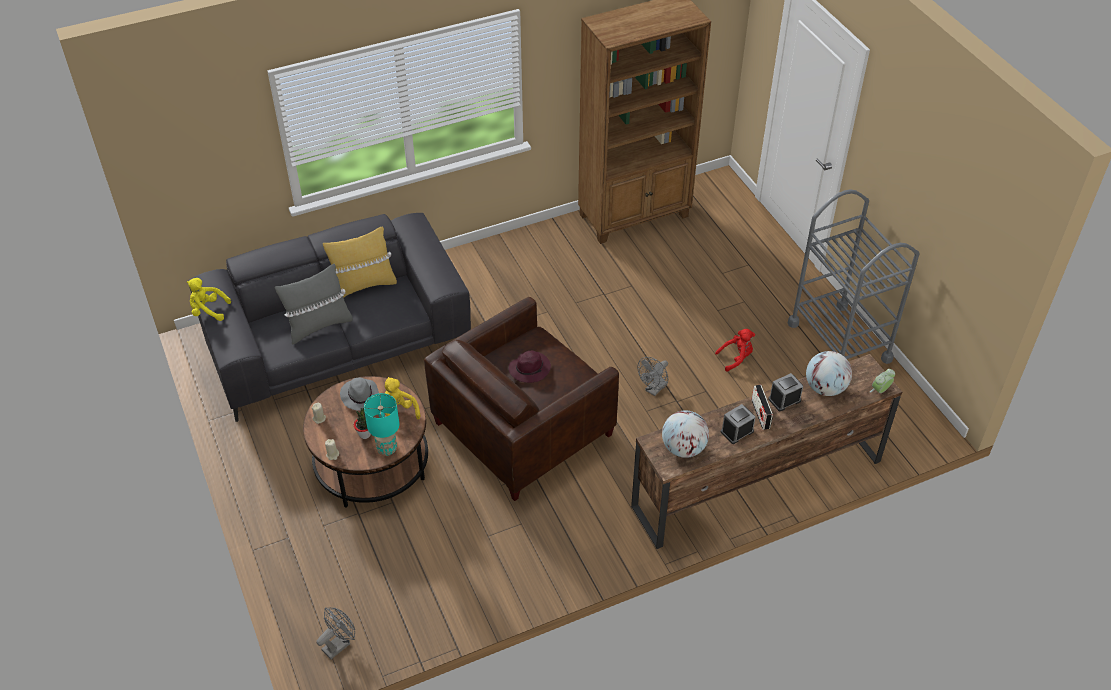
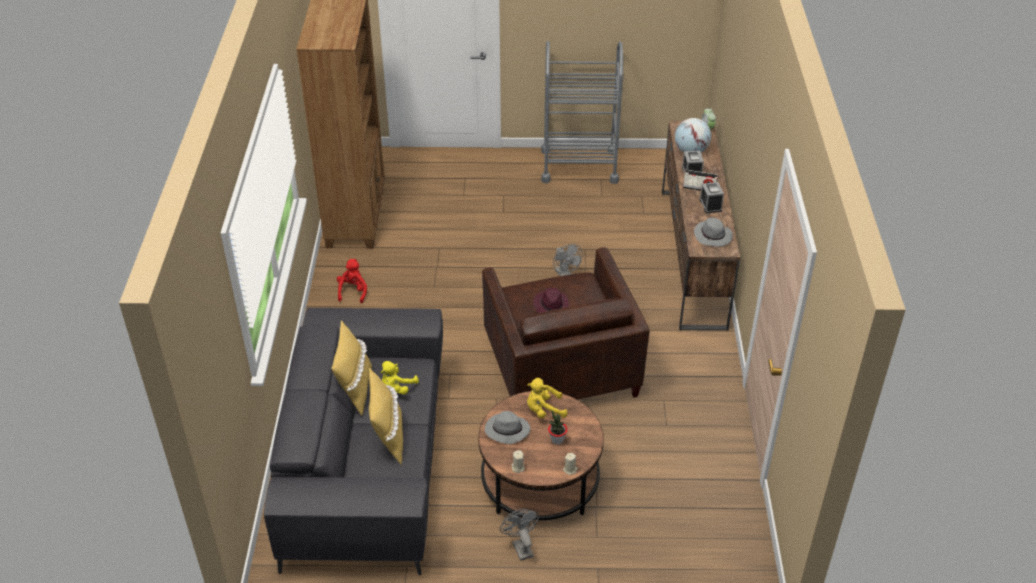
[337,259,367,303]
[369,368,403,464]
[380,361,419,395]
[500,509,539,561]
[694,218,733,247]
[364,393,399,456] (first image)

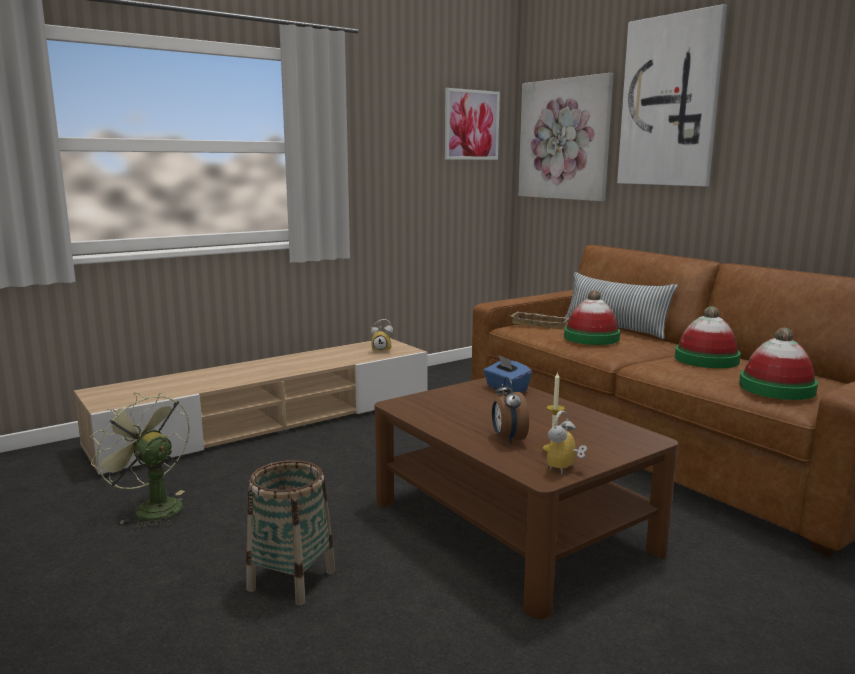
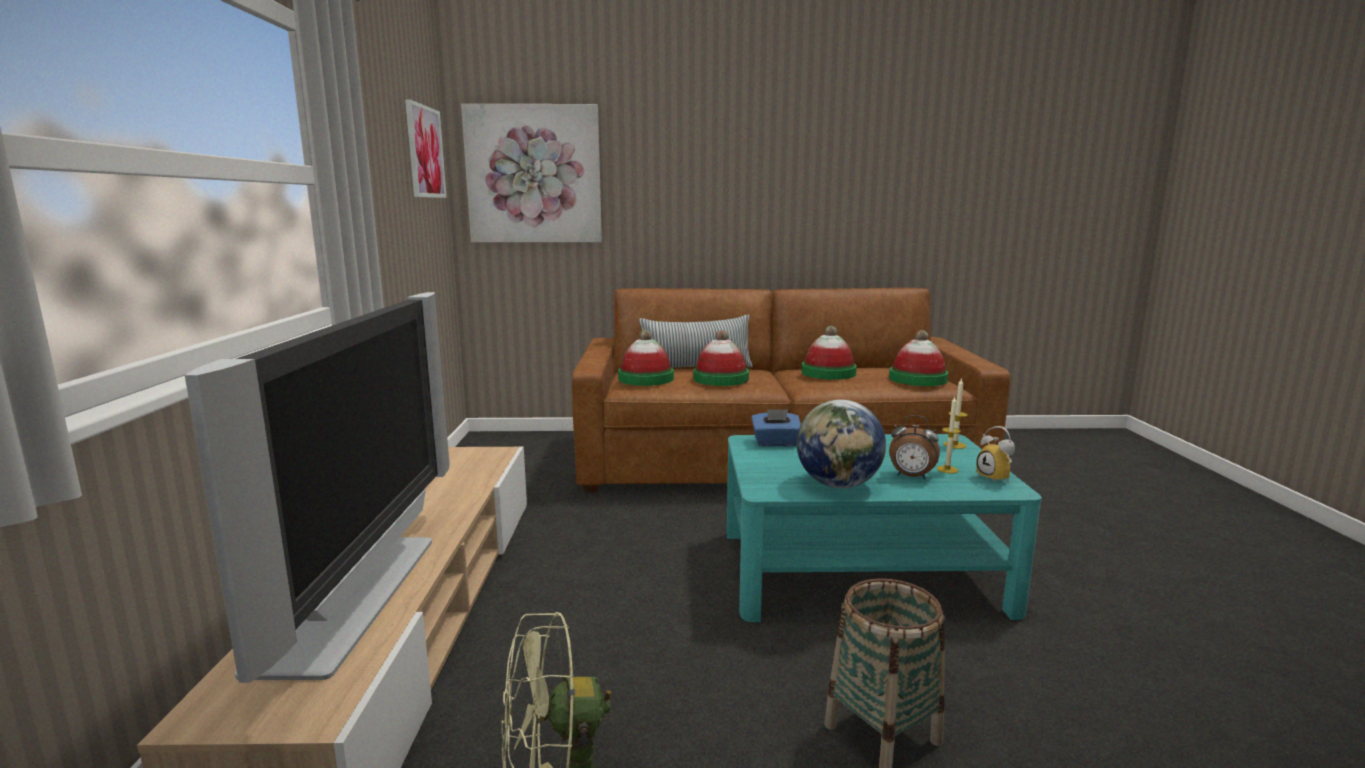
[185,292,450,683]
[618,330,674,386]
[727,434,1042,622]
[797,400,886,488]
[944,378,968,449]
[371,319,393,352] (first image)
[617,4,727,187] (first image)

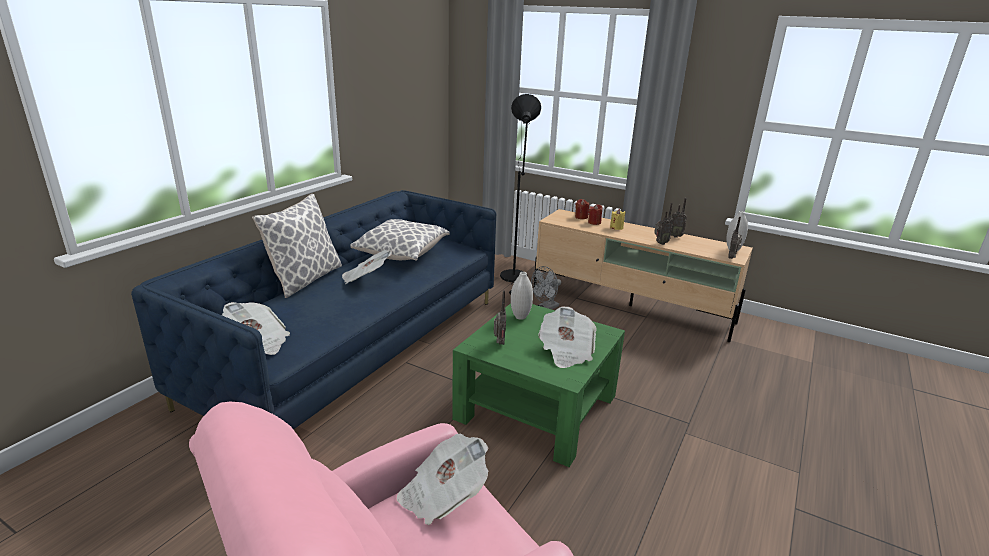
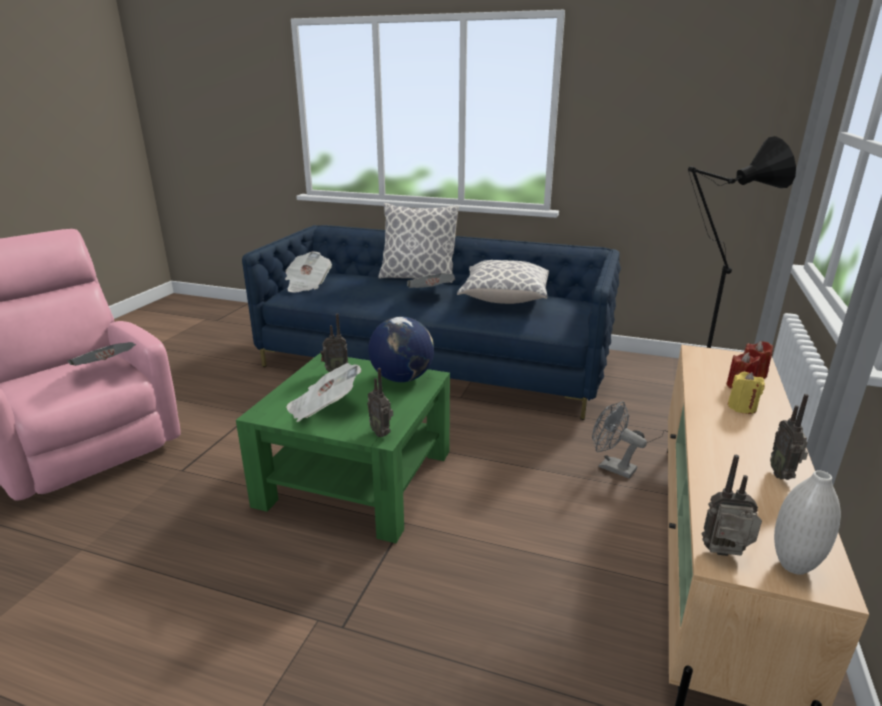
[367,368,393,437]
[368,317,434,382]

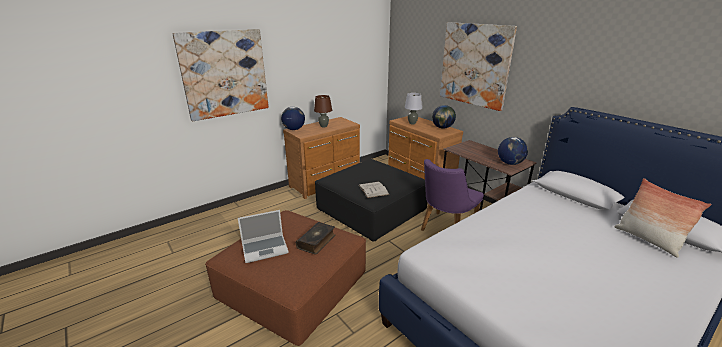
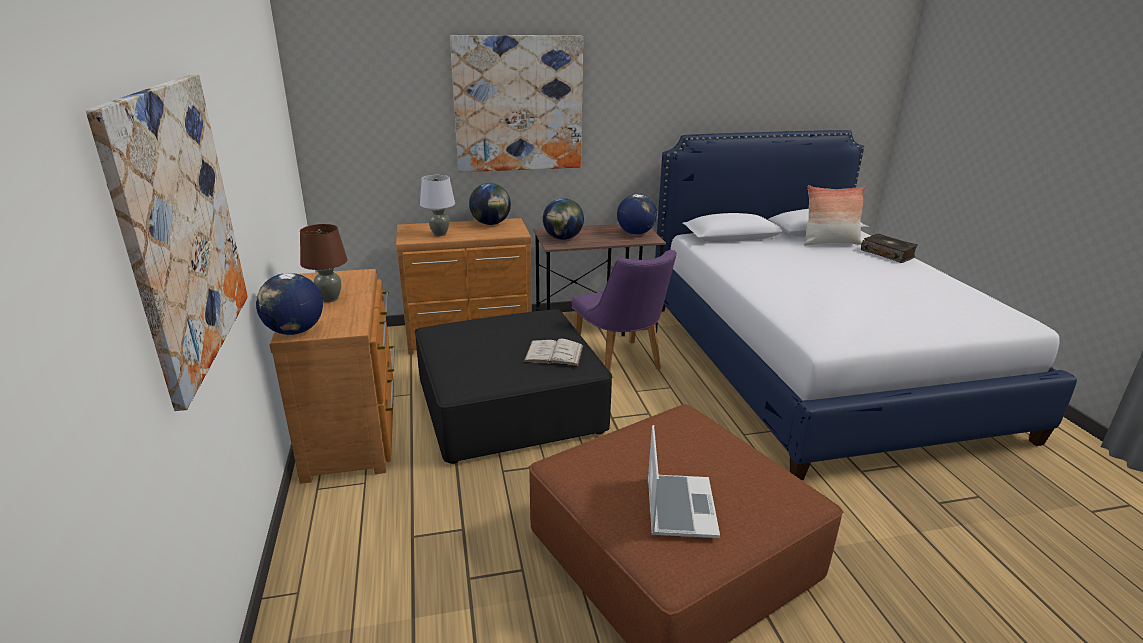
[543,198,584,240]
[861,234,918,263]

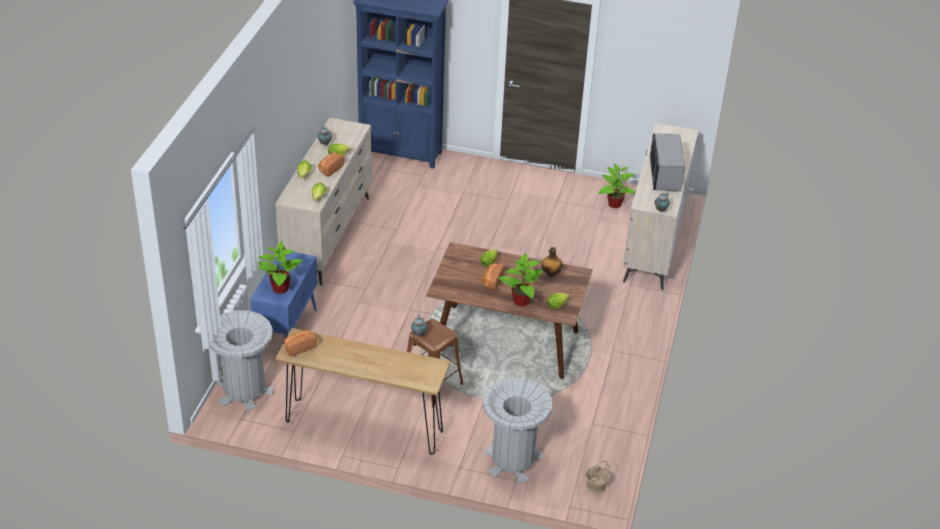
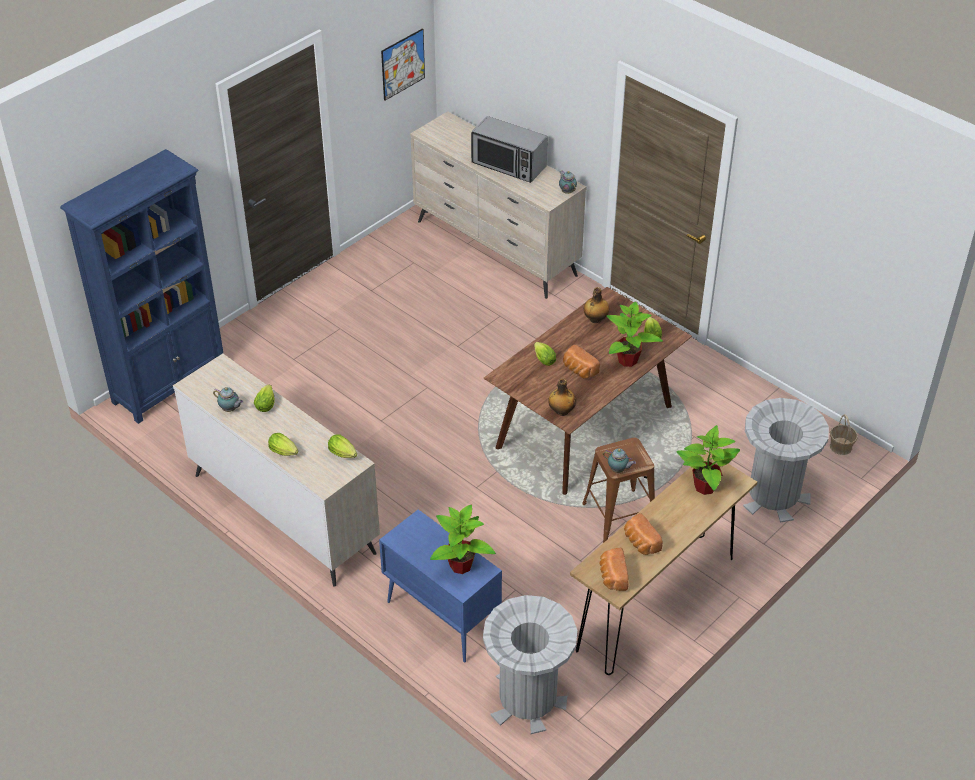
[381,28,425,101]
[548,378,576,416]
[624,513,663,555]
[676,425,740,495]

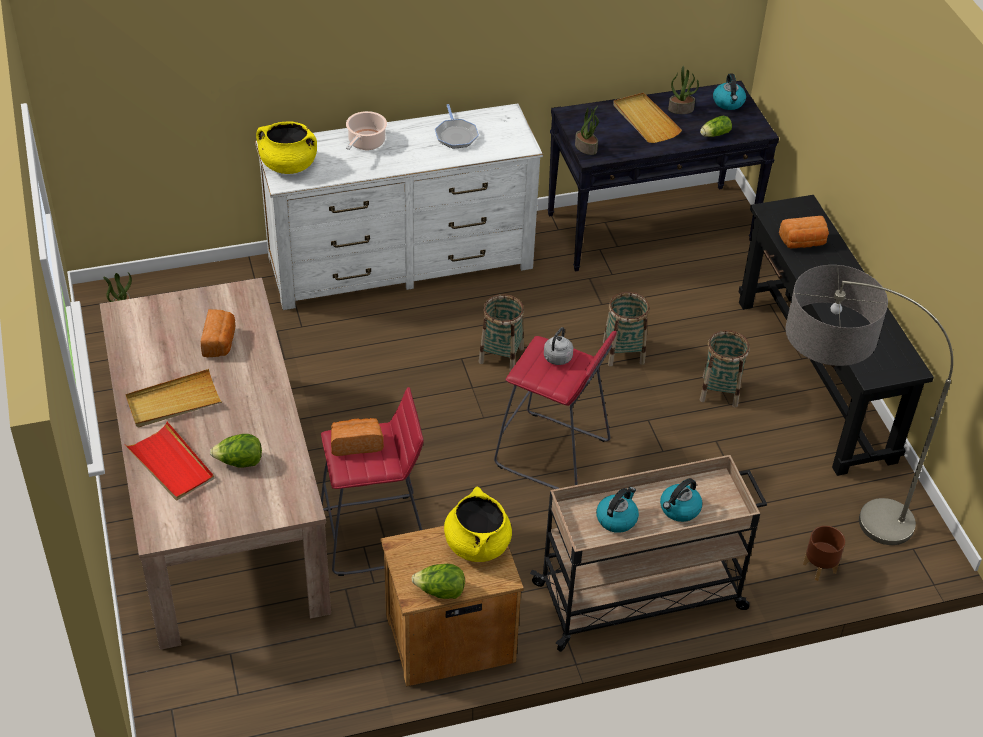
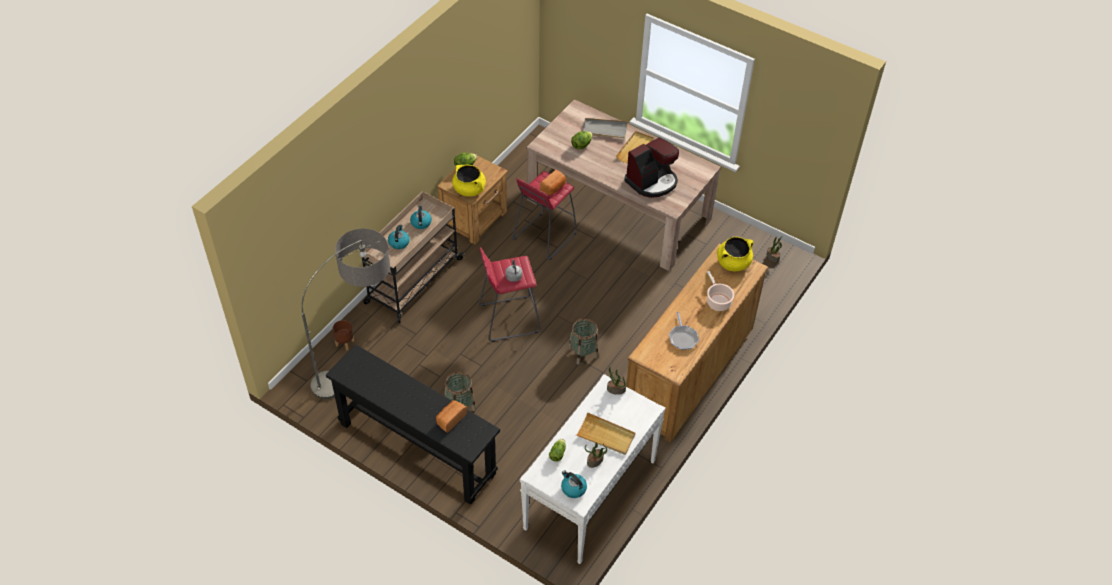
[520,374,666,564]
[583,118,628,138]
[624,137,679,198]
[626,243,768,443]
[669,312,699,350]
[603,292,650,367] (first image)

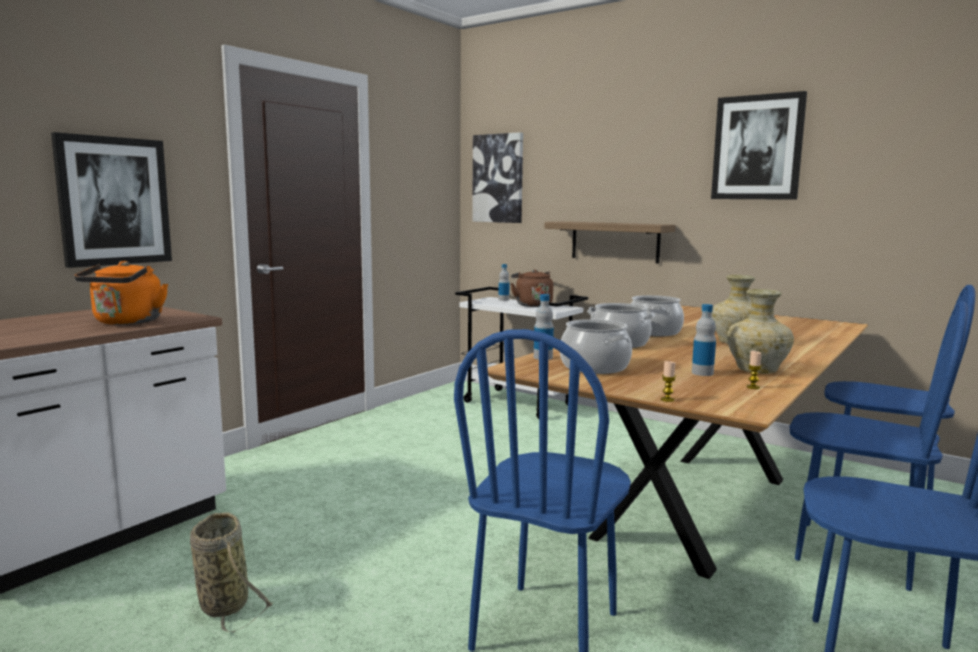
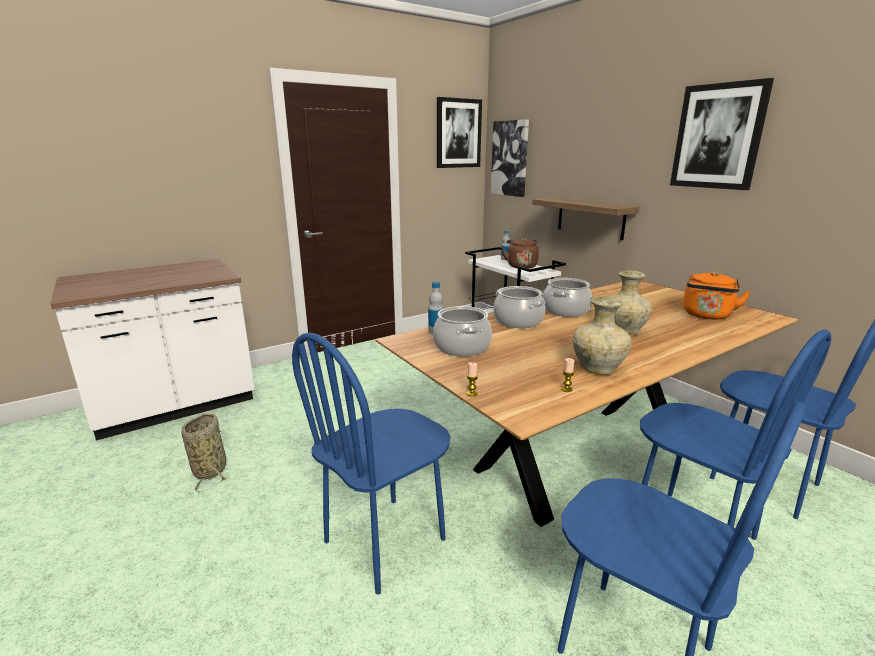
[437,97,482,168]
[683,271,751,319]
[692,304,716,376] (first image)

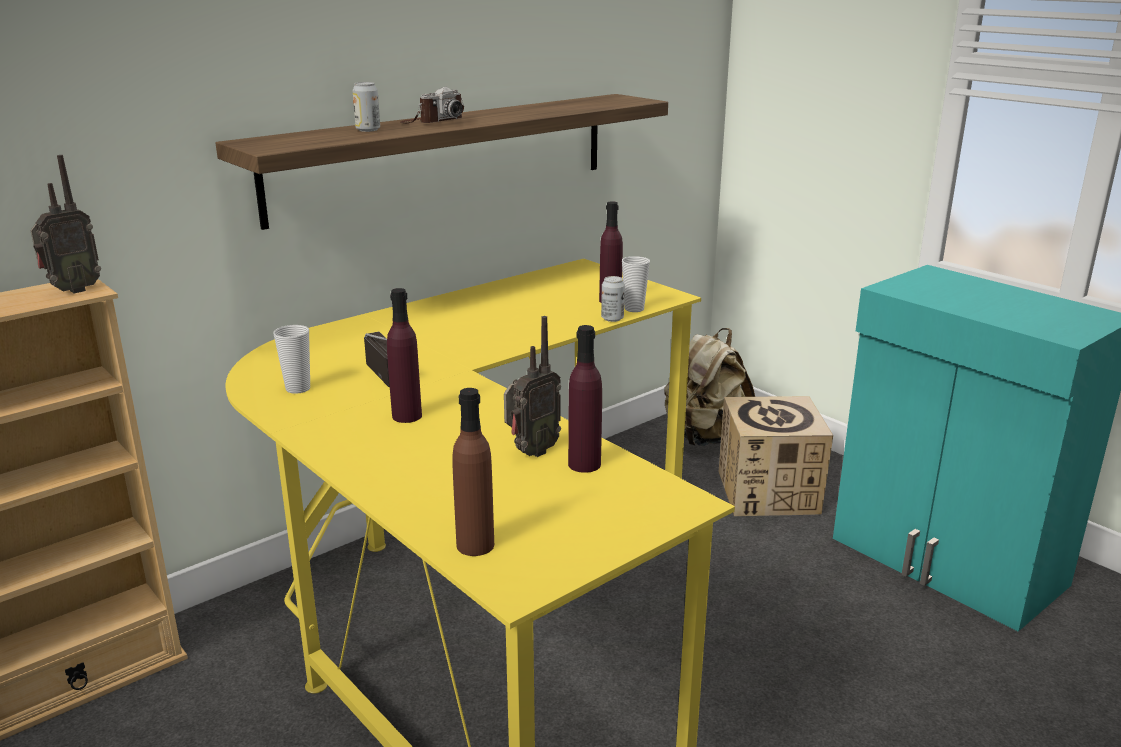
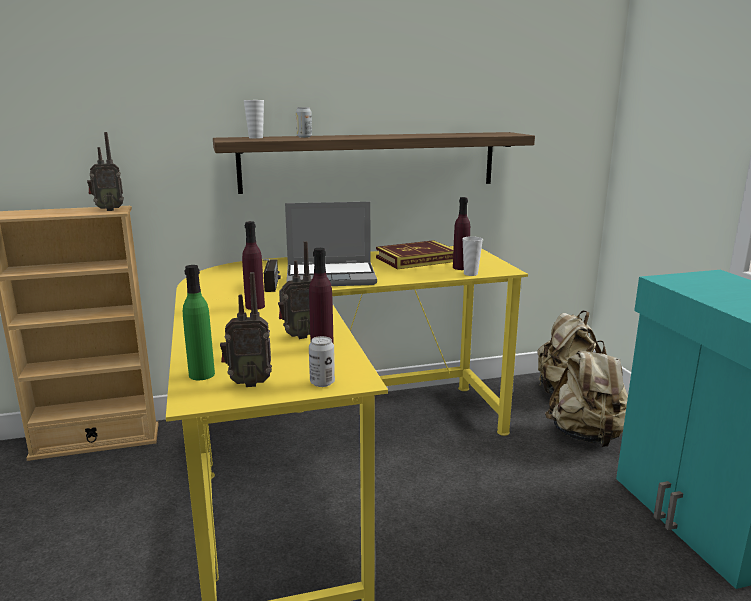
[183,265,215,380]
[220,272,272,387]
[244,100,264,139]
[285,202,377,286]
[309,336,335,387]
[376,240,454,269]
[545,340,628,447]
[400,86,464,124] (first image)

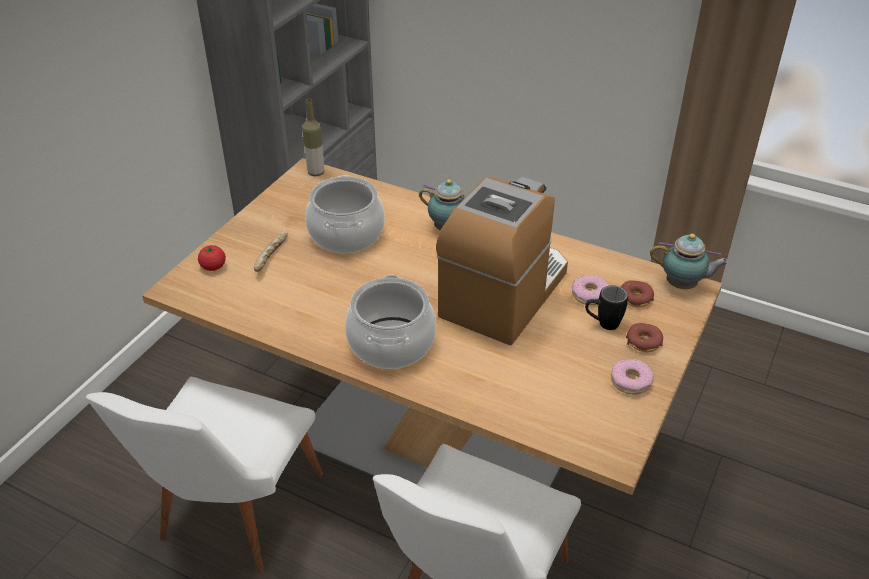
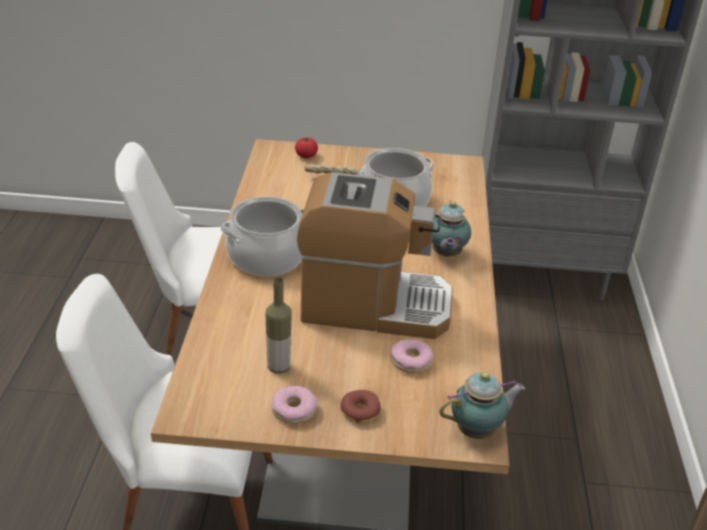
[266,277,292,374]
[439,372,525,439]
[585,285,628,330] (first image)
[621,280,654,307] (first image)

